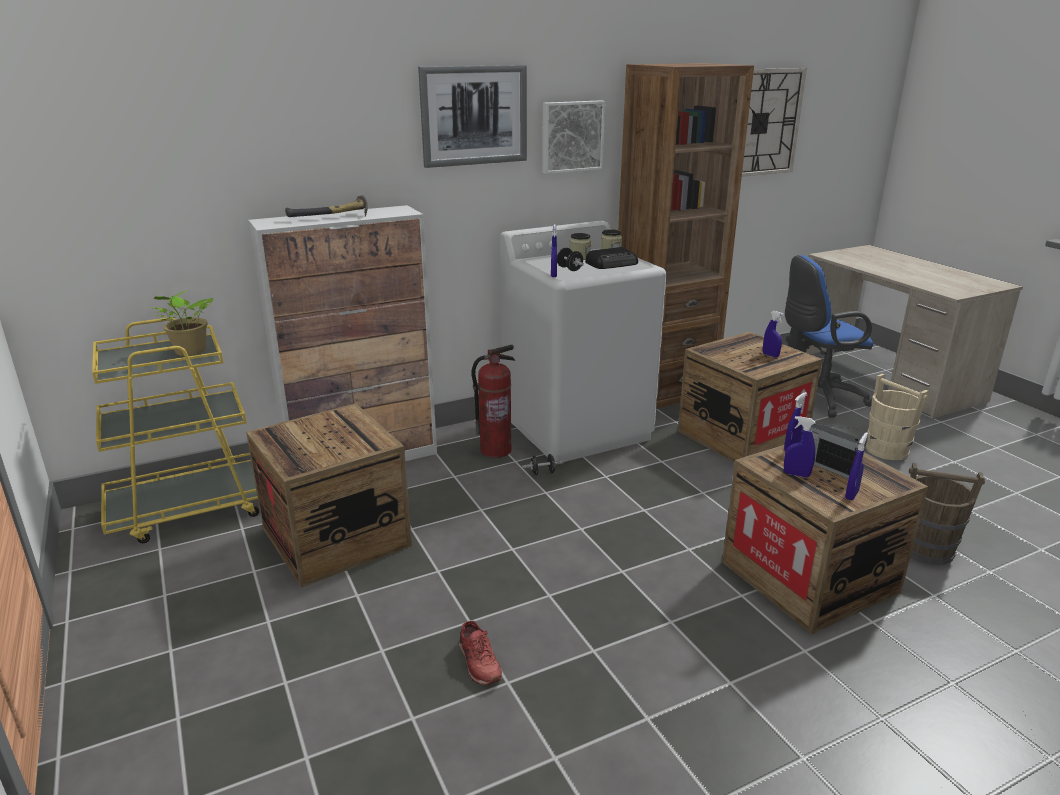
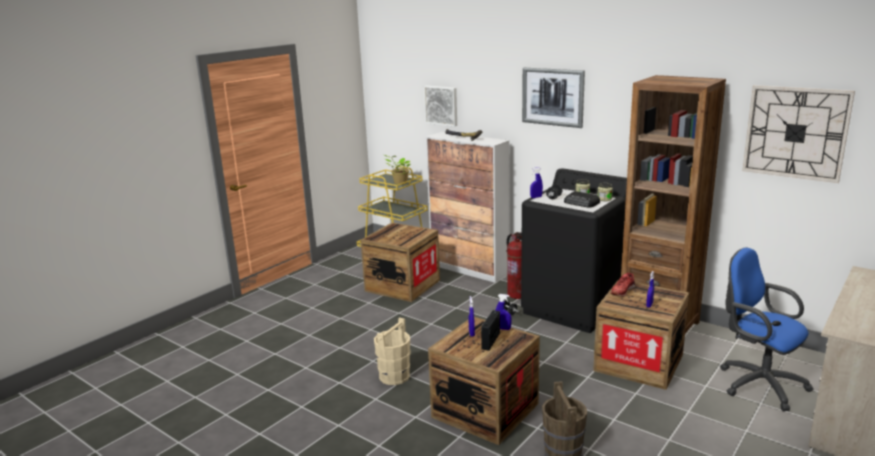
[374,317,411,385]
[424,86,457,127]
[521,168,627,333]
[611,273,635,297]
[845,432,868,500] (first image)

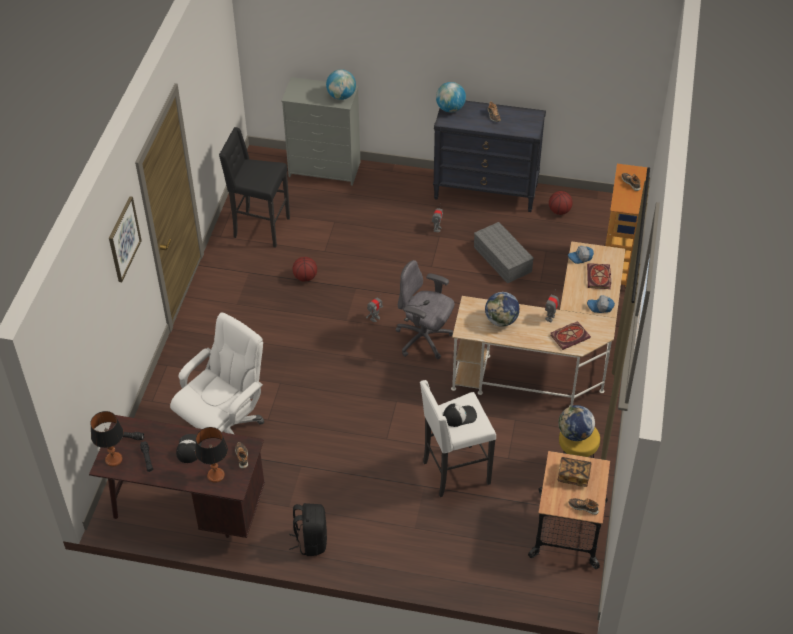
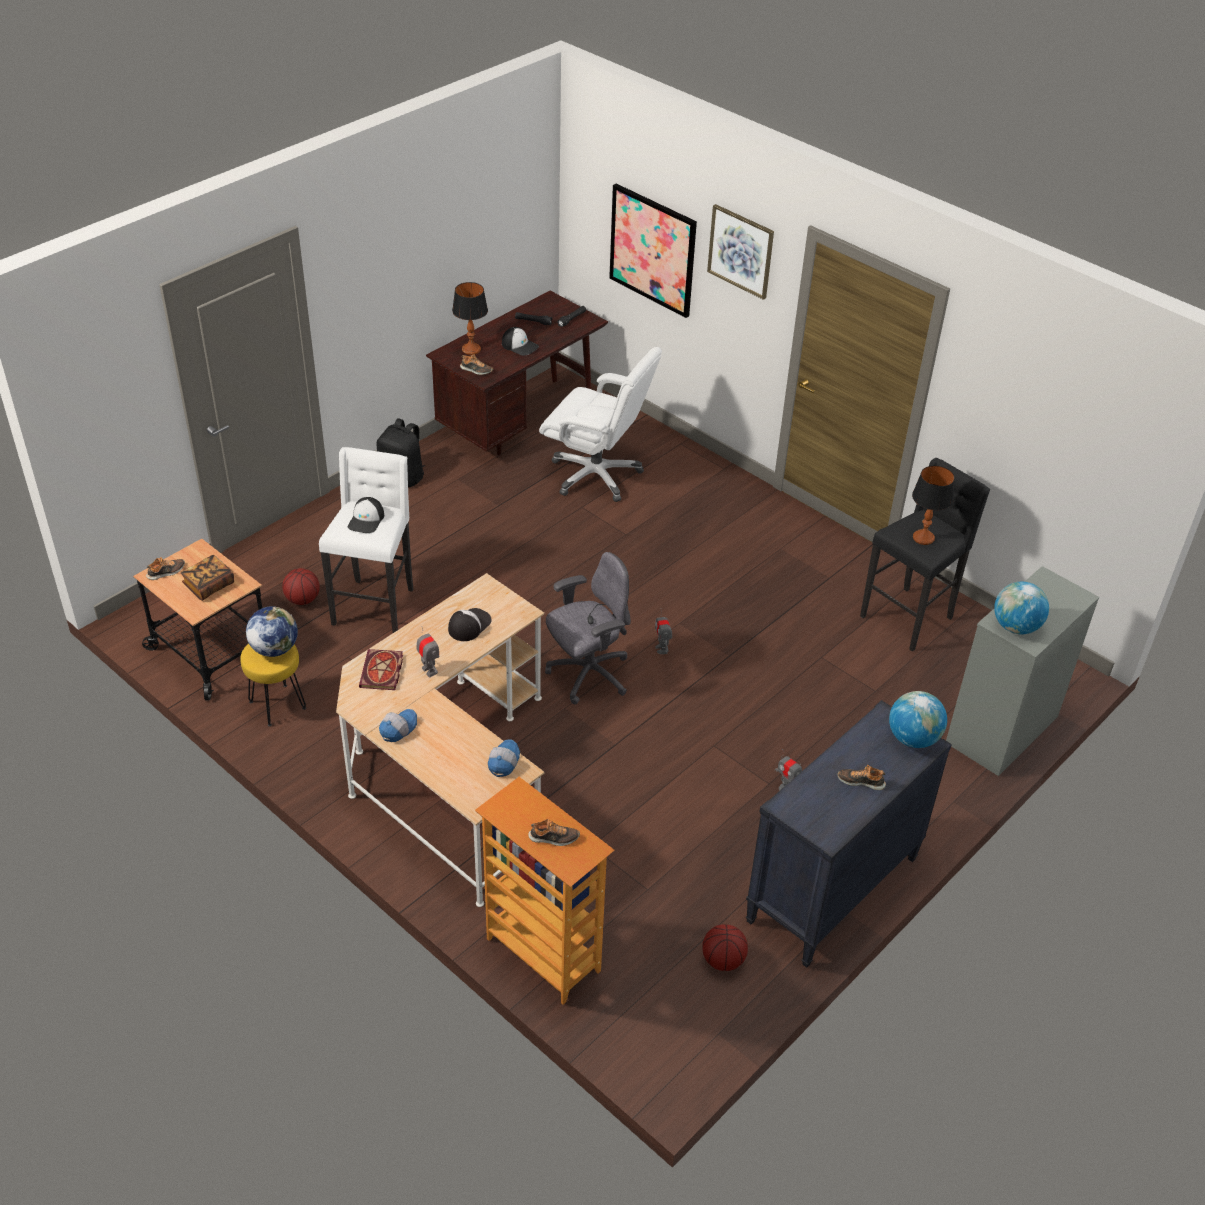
[282,568,320,605]
[448,608,491,641]
[539,347,662,502]
[609,184,697,318]
[912,466,955,545]
[474,222,534,284] (first image)
[587,263,611,289] (first image)

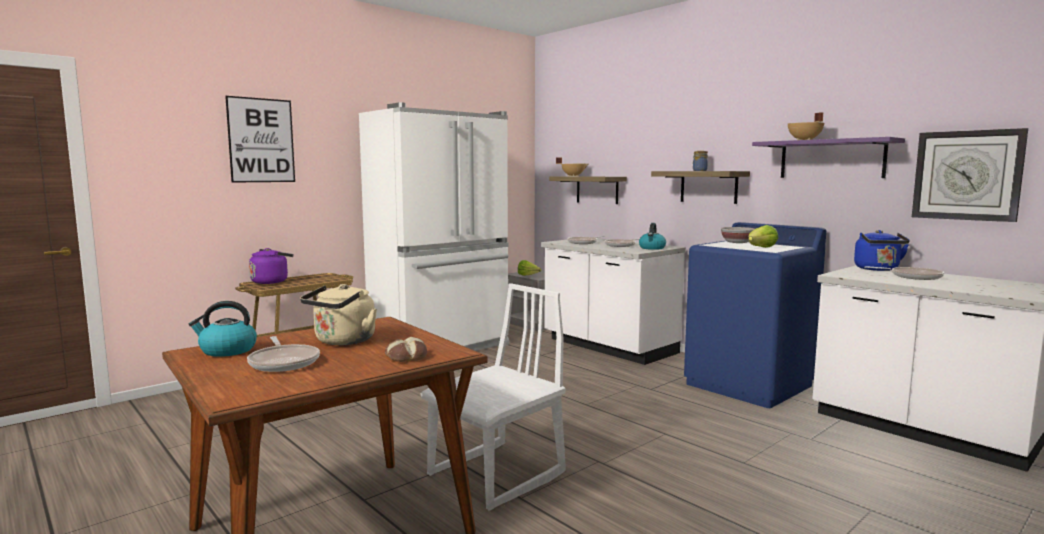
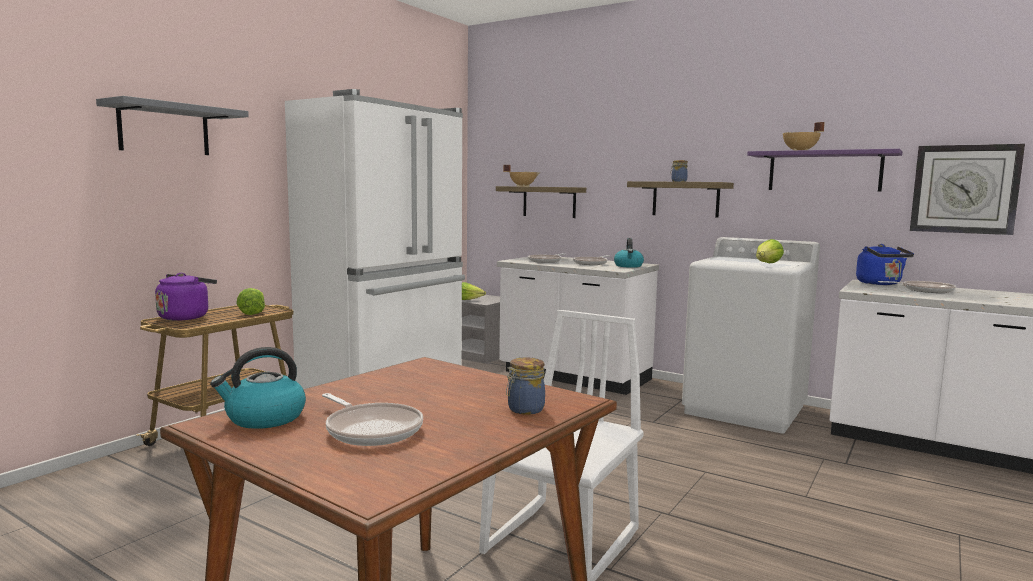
[96,96,249,155]
[236,288,265,315]
[506,357,545,415]
[682,237,820,433]
[300,284,377,345] (first image)
[721,227,755,243] (first image)

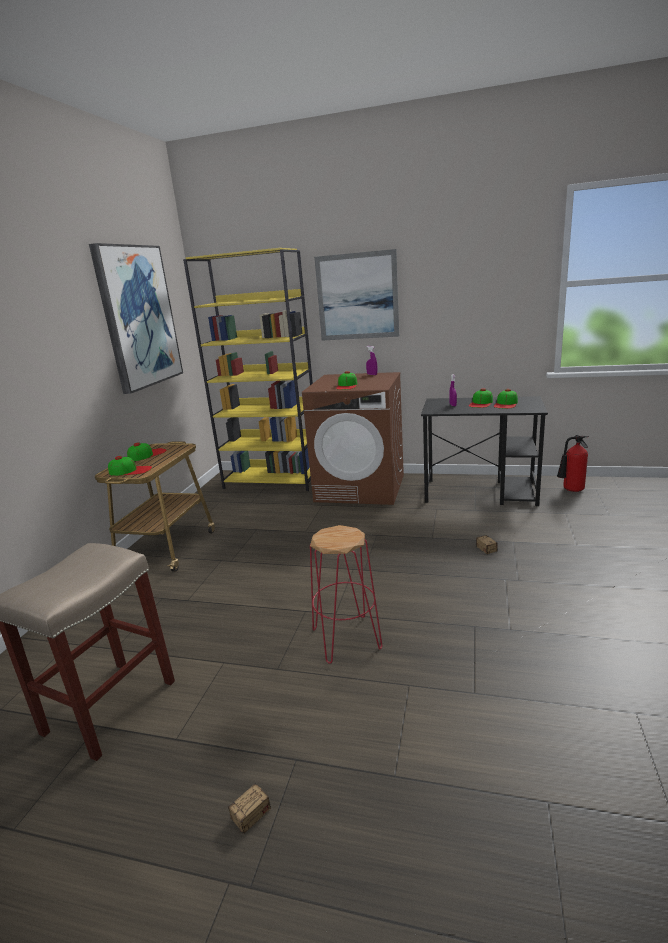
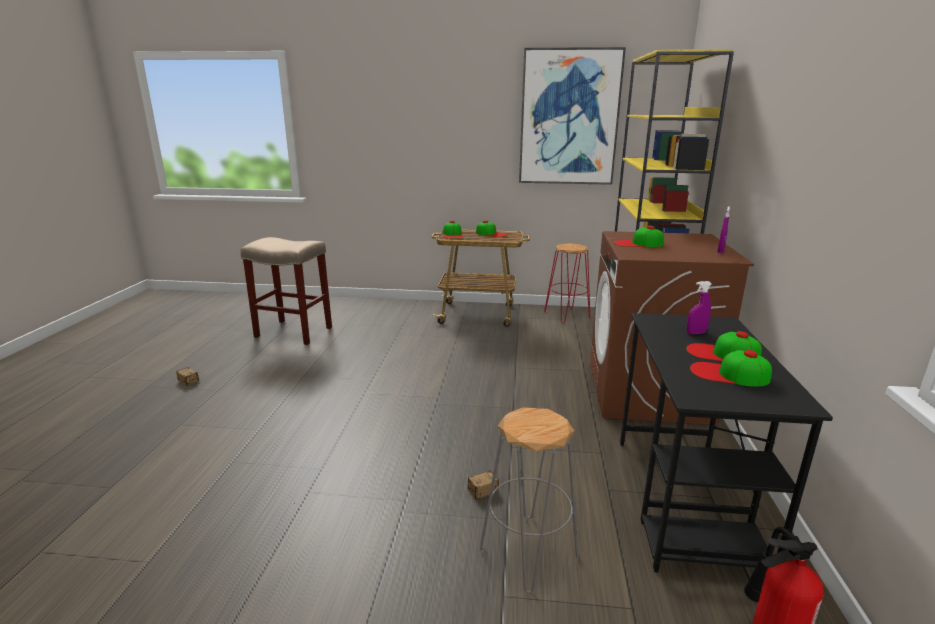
[480,407,578,593]
[544,243,590,323]
[314,249,399,341] (first image)

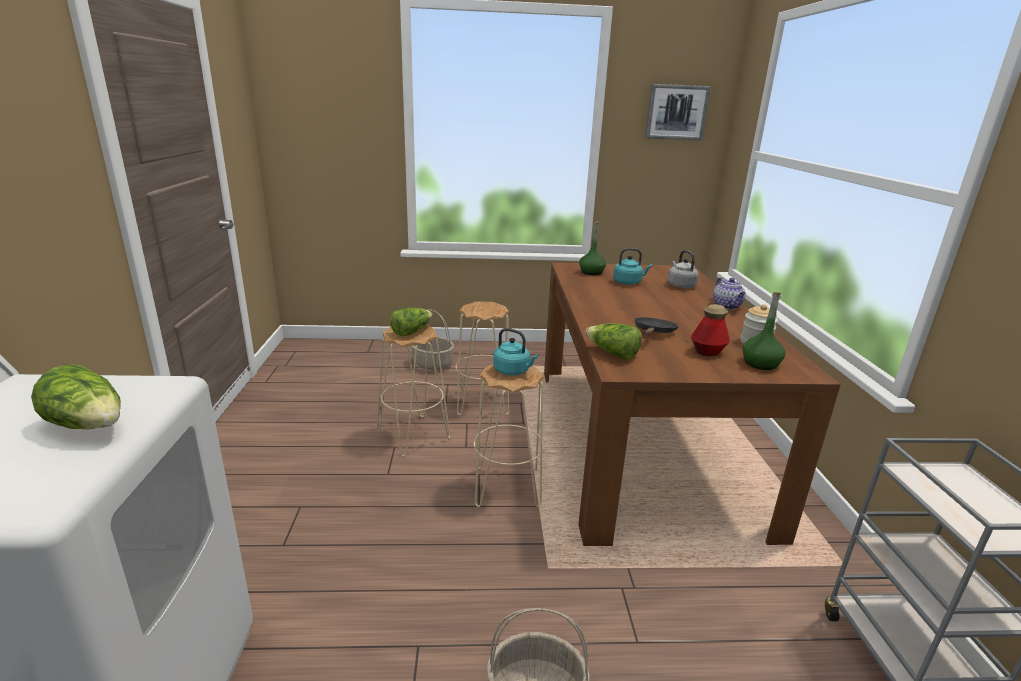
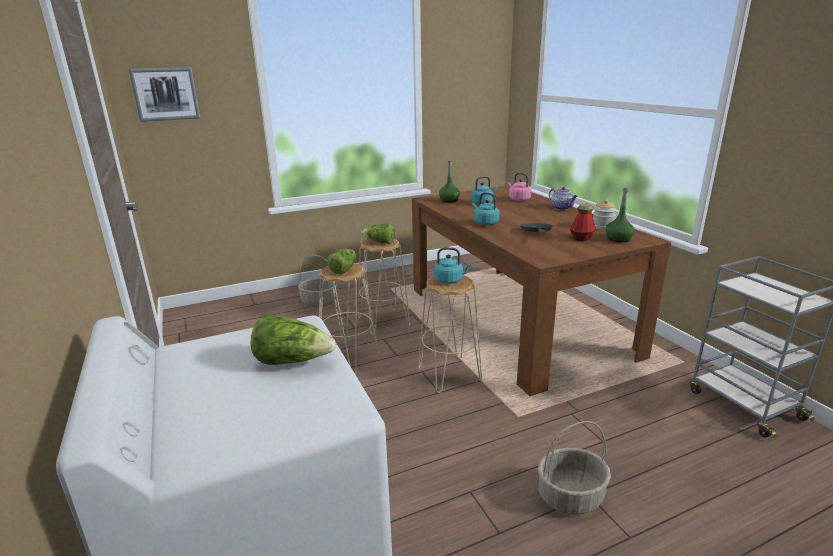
[129,67,200,122]
[361,224,395,244]
[472,192,500,225]
[508,173,531,201]

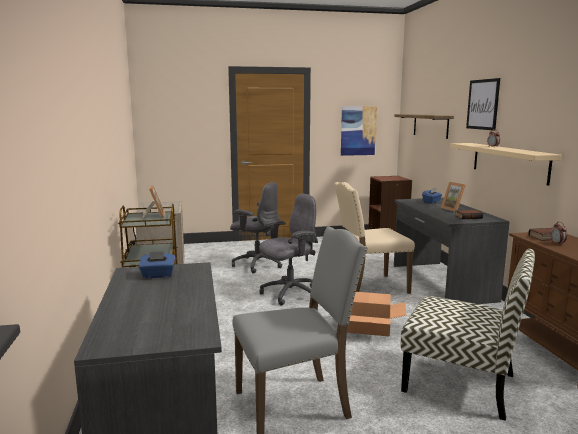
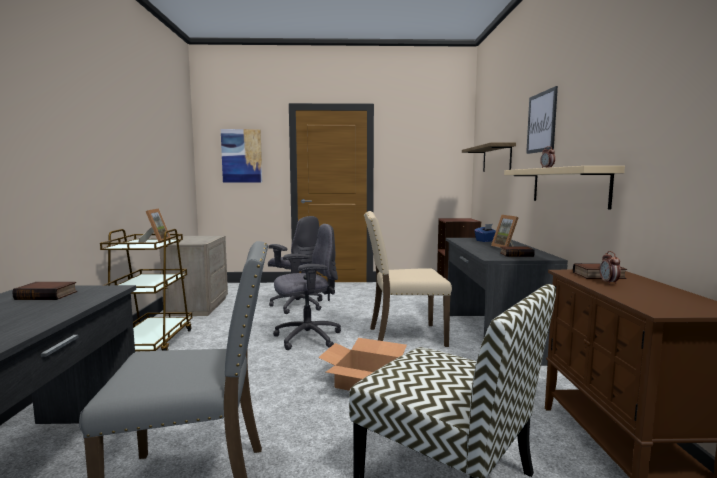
[13,282,77,300]
[221,129,262,182]

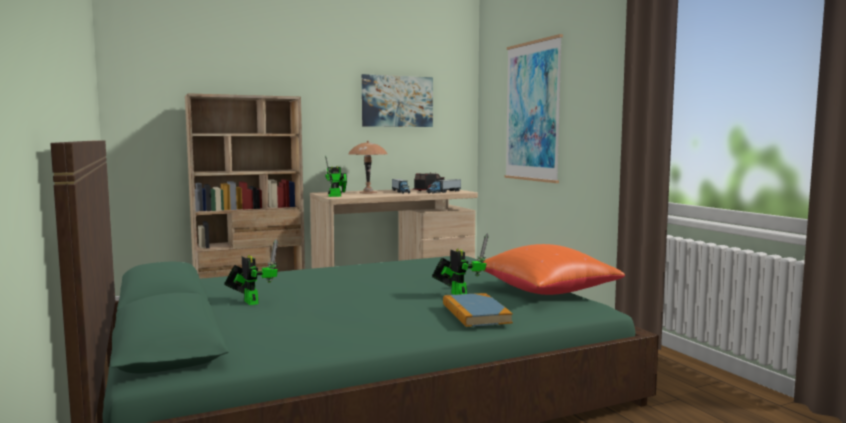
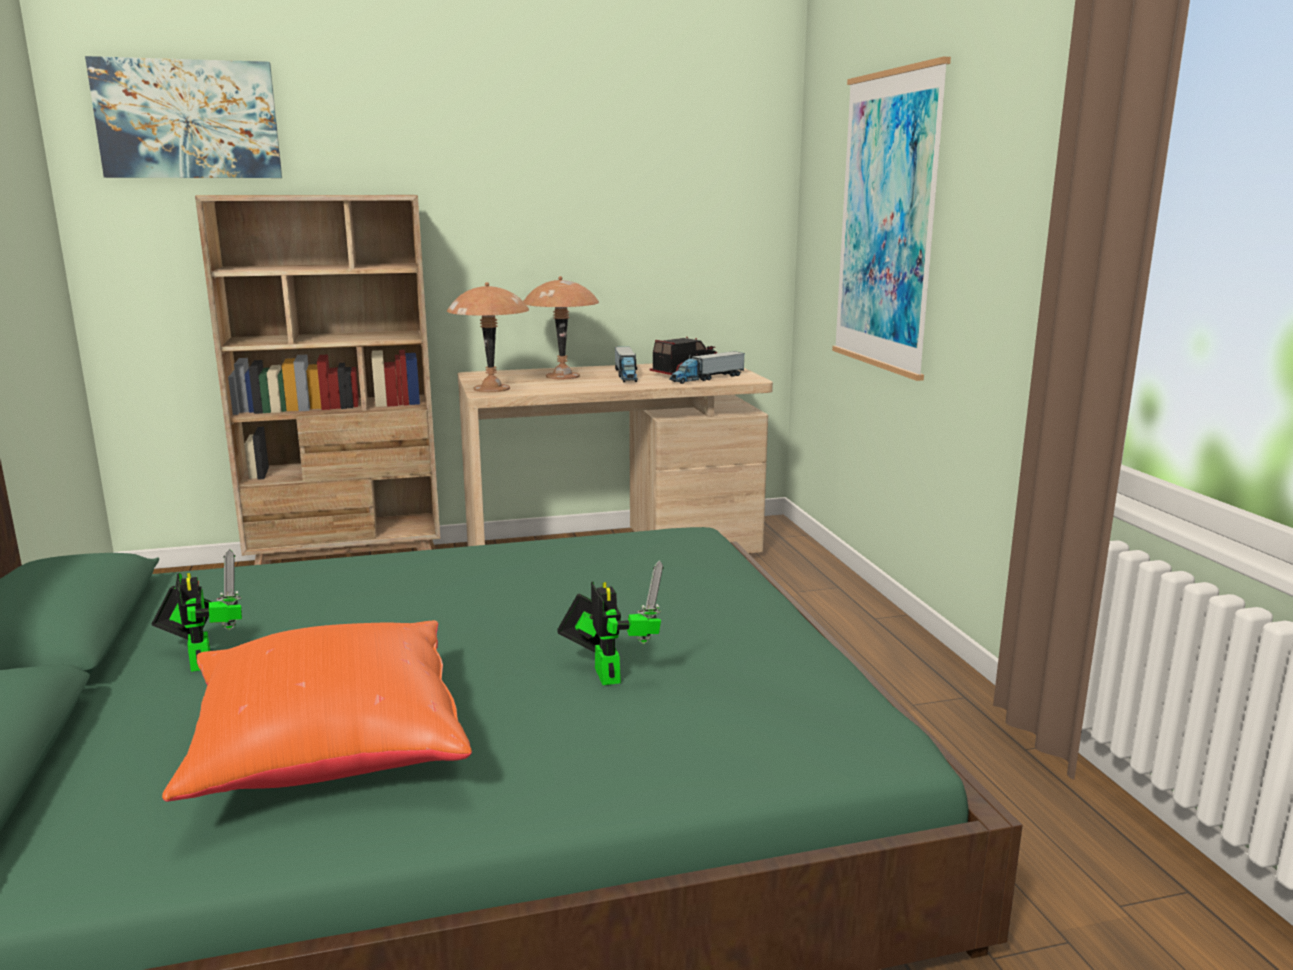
[85,56,282,178]
[162,620,472,801]
[447,282,529,392]
[443,293,513,327] (first image)

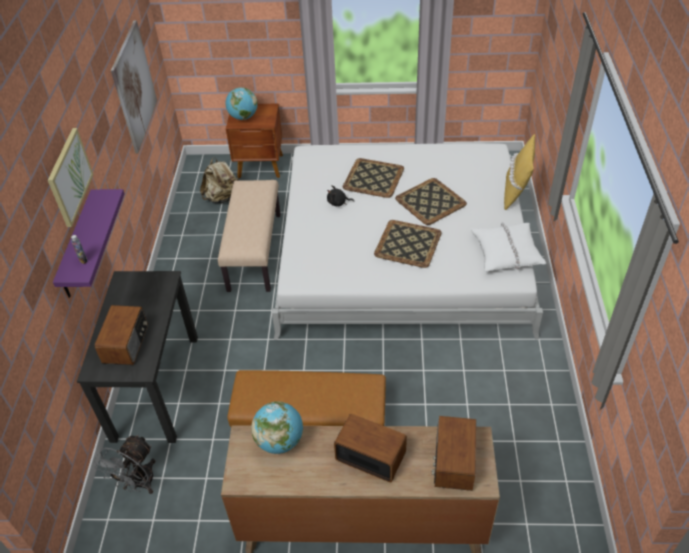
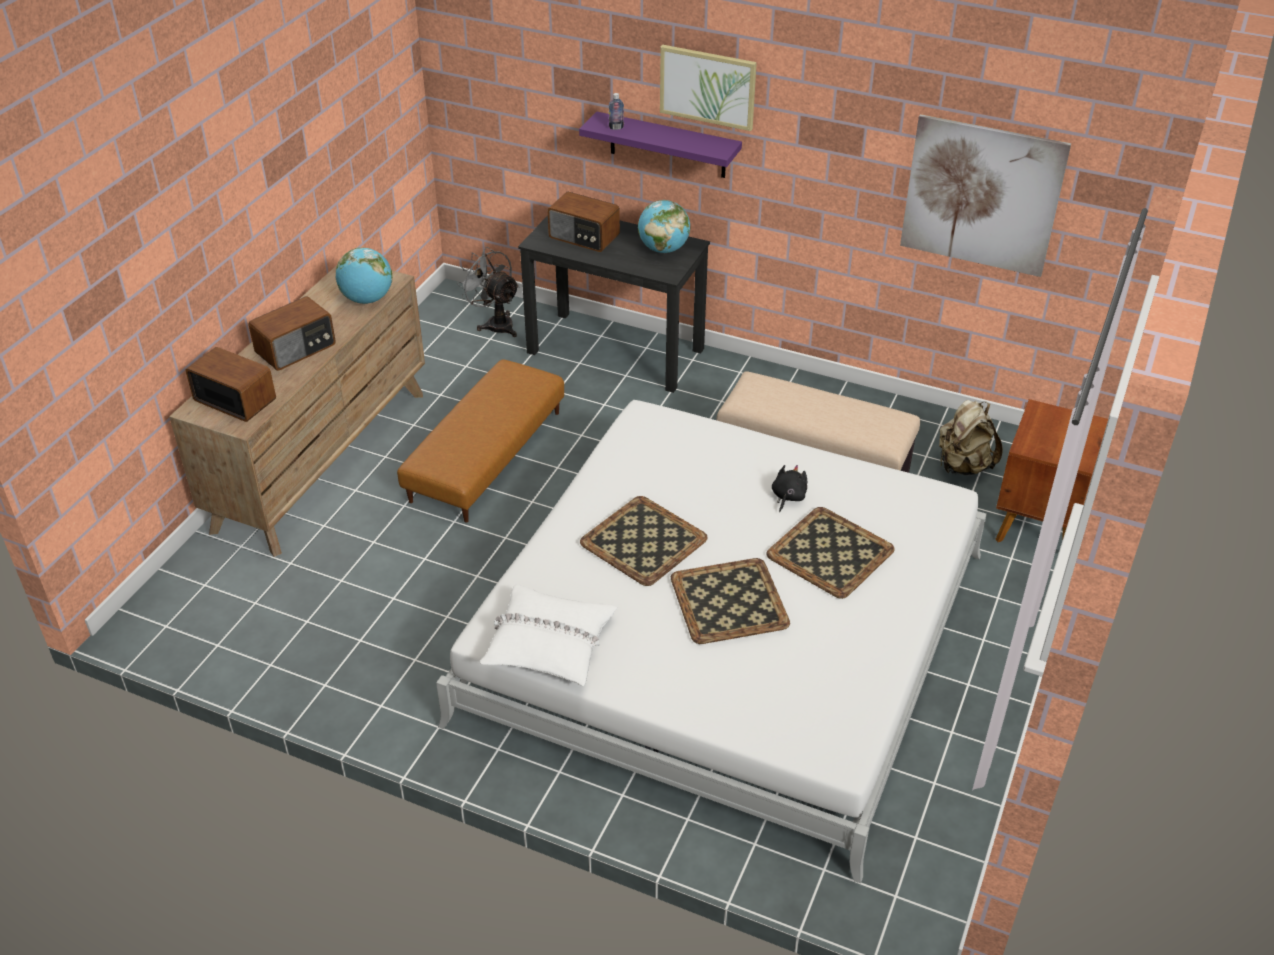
[638,200,690,253]
[504,134,535,210] (first image)

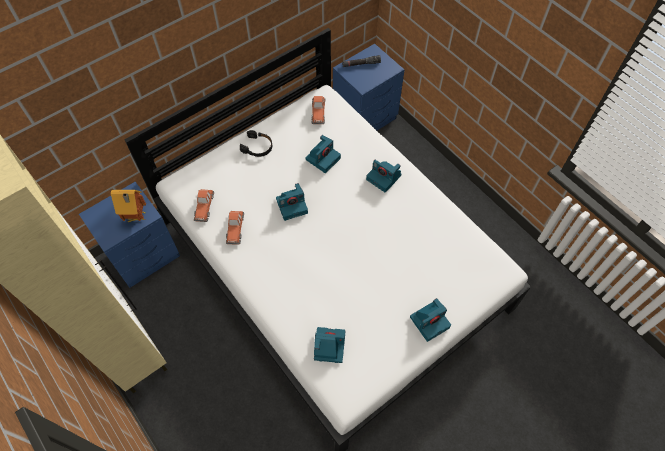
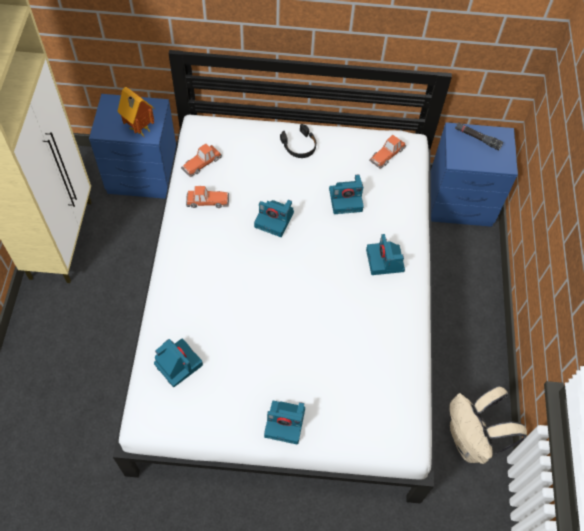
[186,186,229,208]
[449,386,527,464]

